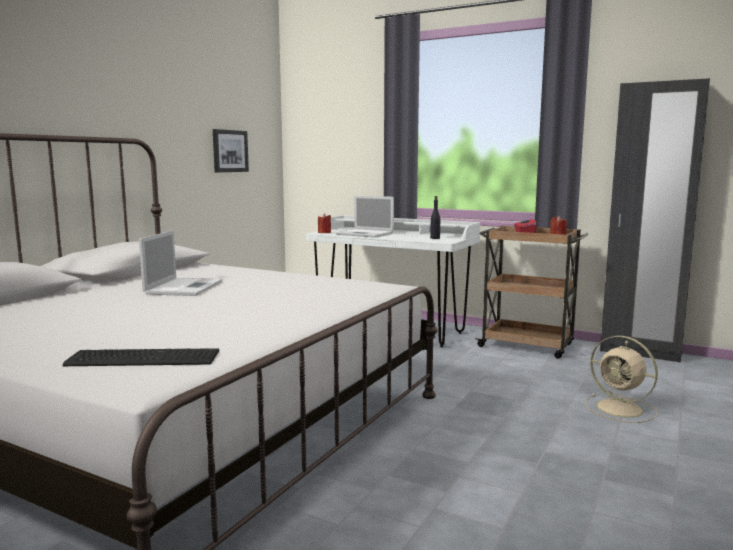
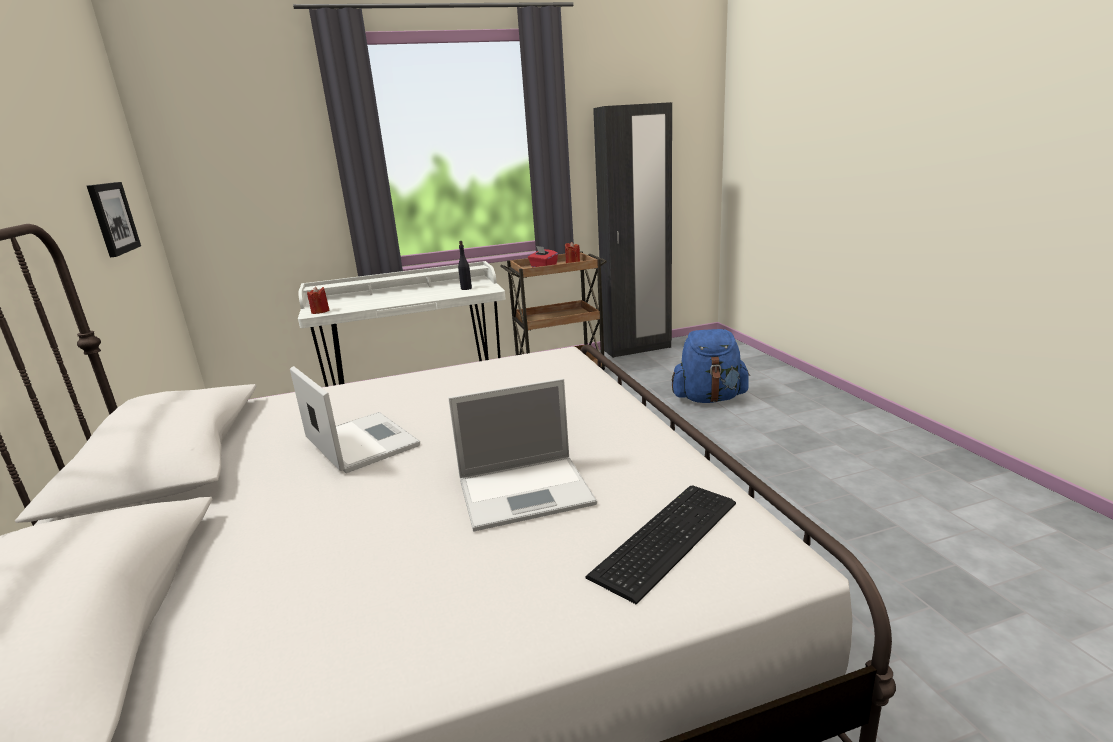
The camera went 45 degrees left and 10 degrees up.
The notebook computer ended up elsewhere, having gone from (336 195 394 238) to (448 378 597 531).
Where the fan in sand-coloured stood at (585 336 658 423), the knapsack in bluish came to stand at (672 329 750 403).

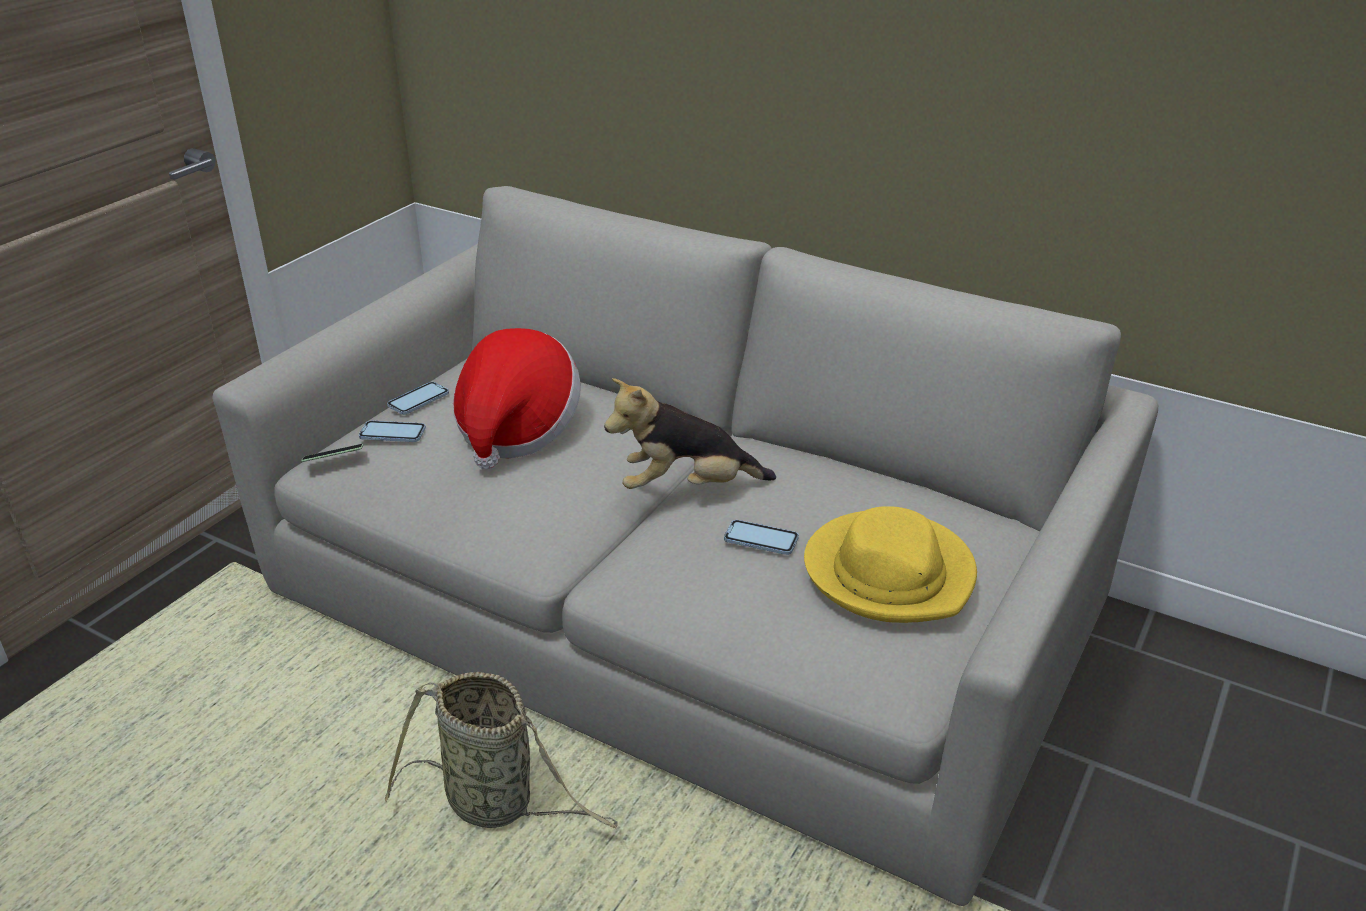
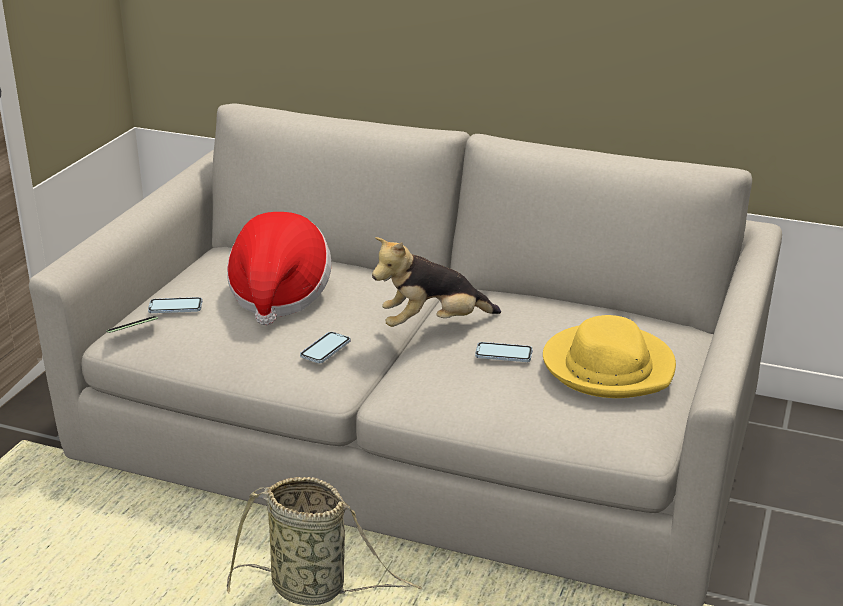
The camera went 10 degrees left and 5 degrees down.
The handset ended up elsewhere, having gone from (387 382 449 415) to (300 332 351 363).

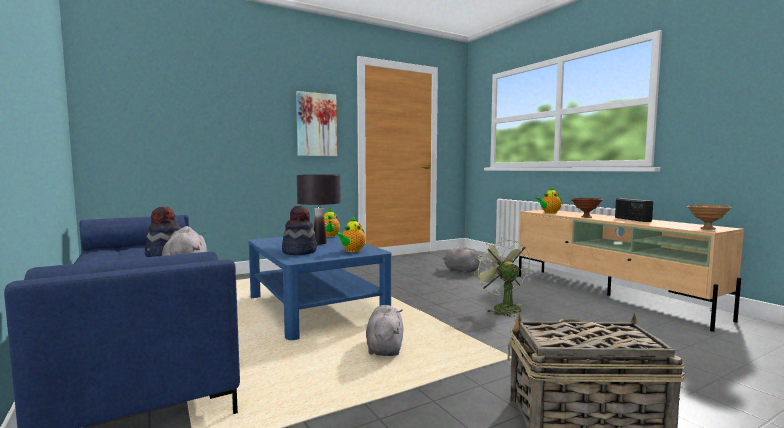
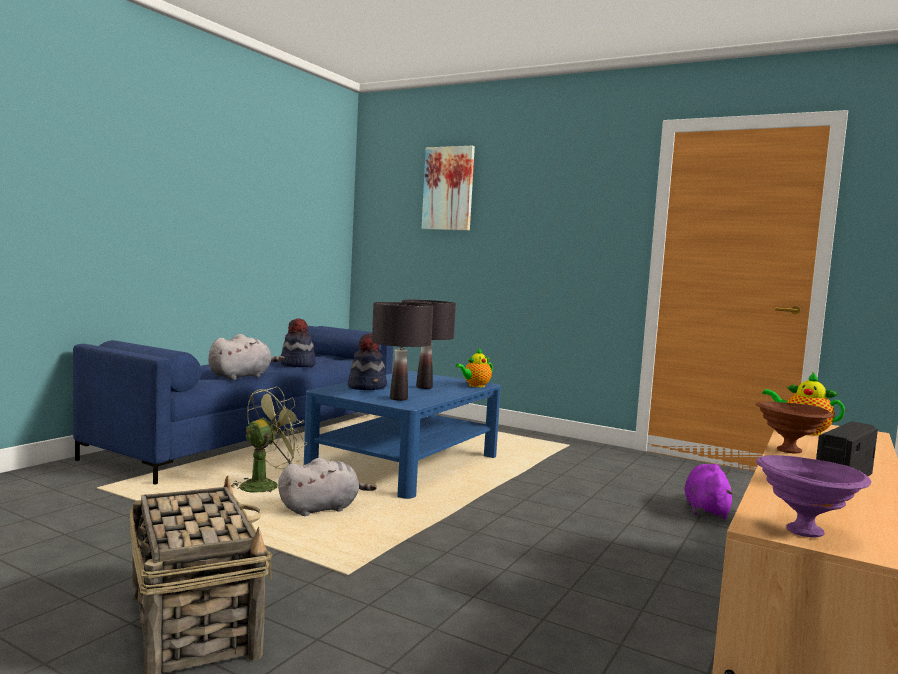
The camera went 60 degrees right and 0 degrees up.
The wall picture ended up elsewhere, having gone from (296 91 337 156) to (422 146 475 231).
What was the serving bowl in brown-coloured at (686 205 732 230) turned into the serving bowl in purple at (756 455 871 537).
Where the pot for tea stood at (335 216 366 252), the tabletop lamp in blackish came to stand at (372 302 433 401).
The fan in green-coloured ended up elsewhere, having gone from (474 237 530 317) to (231 386 307 493).
What was the soft toy in greyish at (443 246 482 274) turned into the soft toy in purple at (684 464 734 519).

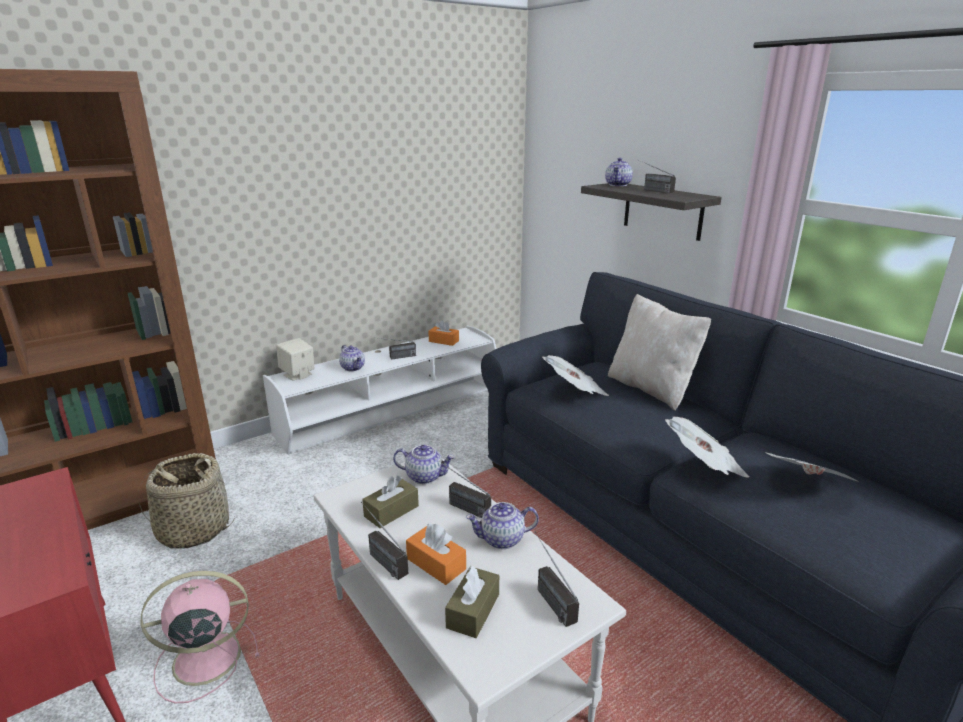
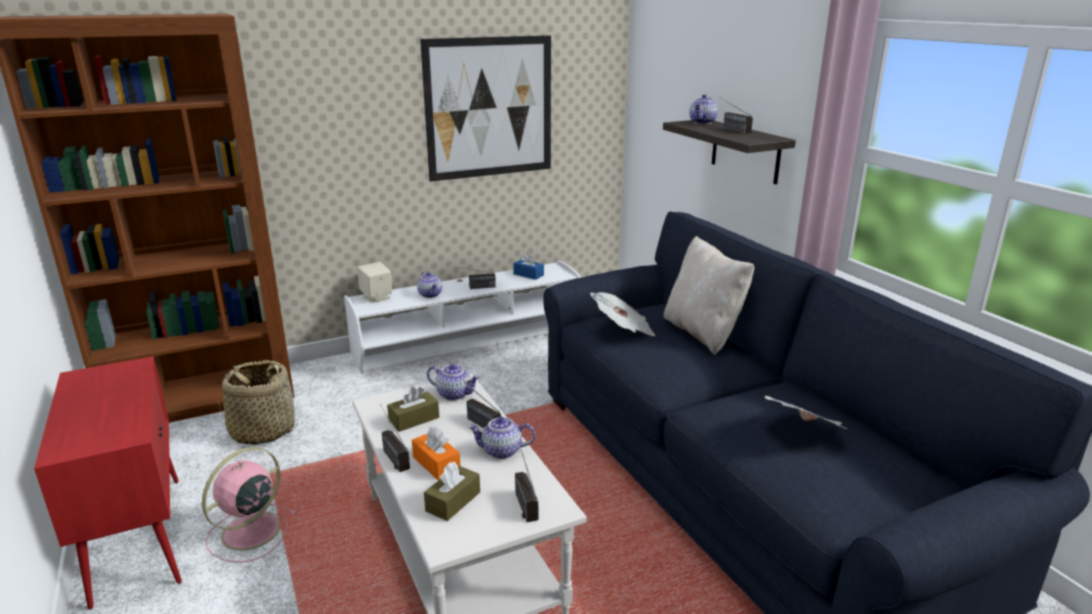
The camera went 10 degrees right and 0 degrees up.
What was the tissue box in orange-coloured at (428 320 459 346) turned into the tissue box in bluish at (513 253 544 280).
The second view lost the printed paper at (665 417 749 478).
The fan in pinkish at (141 571 260 703) ended up facing another way, 45 degrees counterclockwise from before.
The second view gained the wall picture at (420 35 551 182).

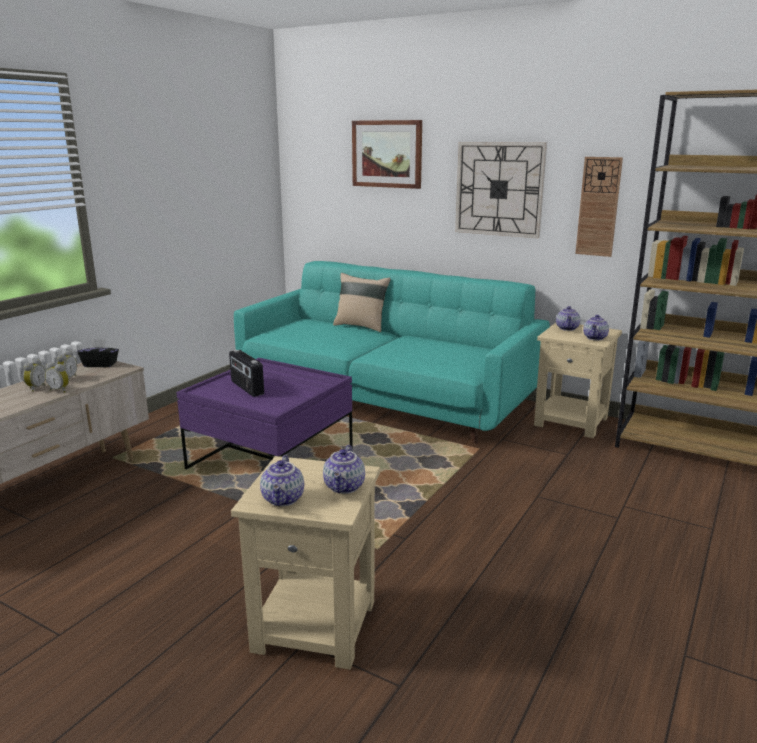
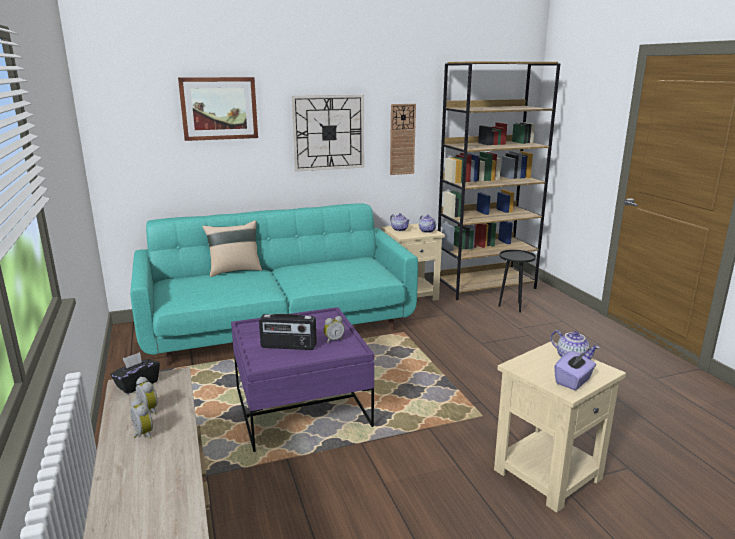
The camera went 50 degrees left and 0 degrees up.
The bedside clock ended up elsewhere, having gone from (45 362 69 393) to (324 316 345 343).
Where the pot for tea stood at (260 455 304 506), the tissue box in purple came to stand at (554 351 596 390).
The second view gained the end table in blackish at (498 250 536 313).

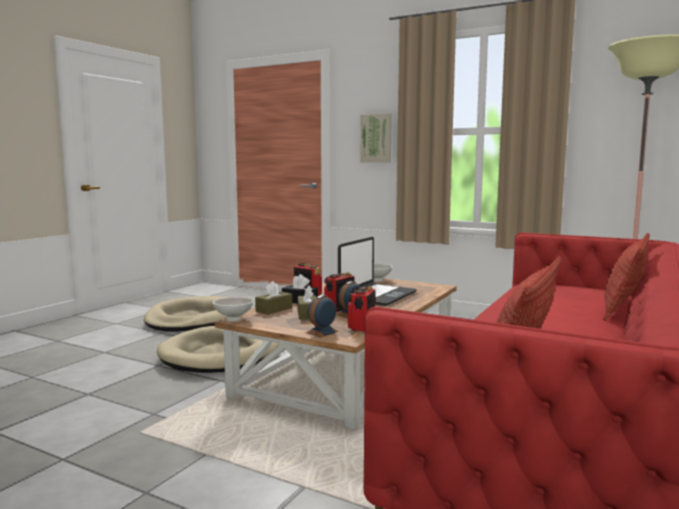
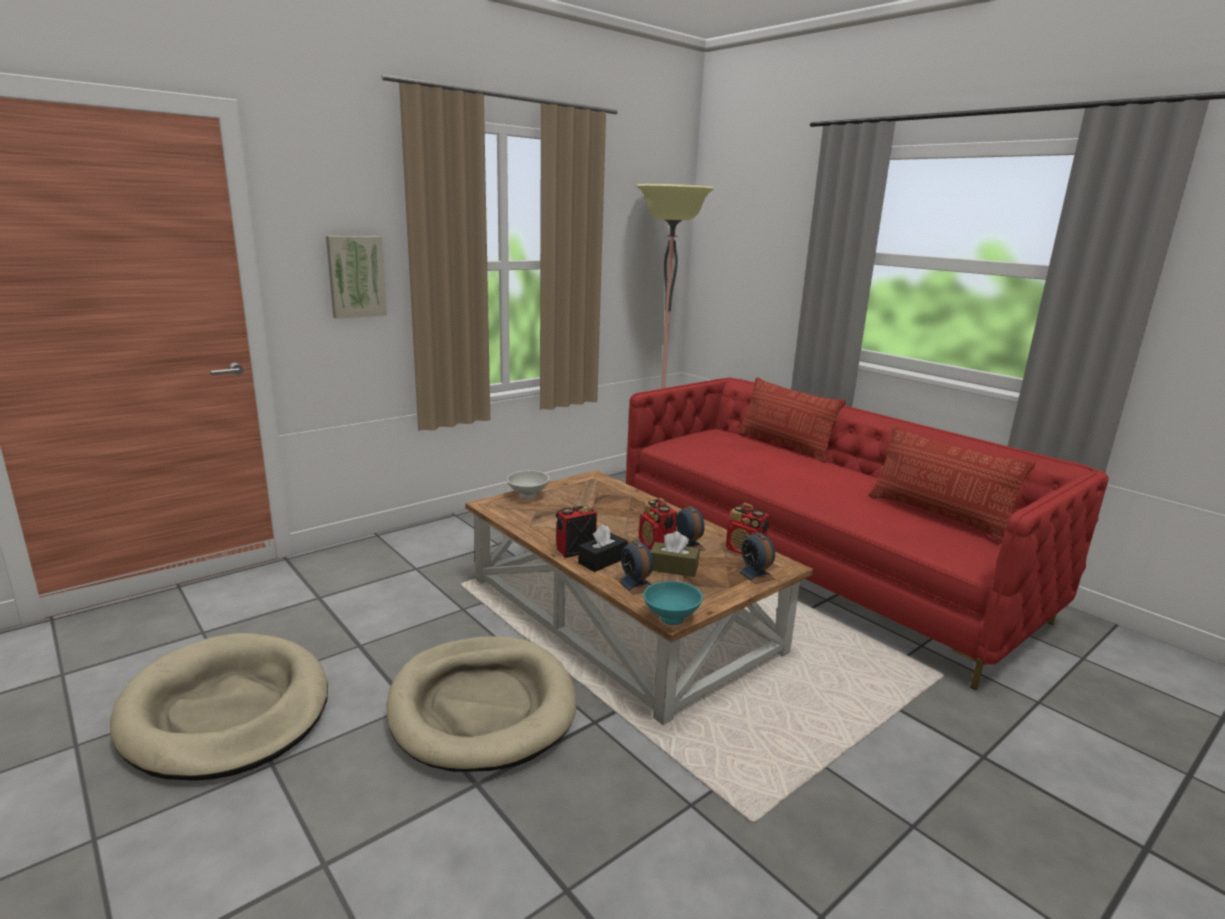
The camera went 70 degrees left and 10 degrees up.
The second view lost the notebook computer at (338 237 417 306).
Where the tissue box in brown-coloured stood at (255 281 292 315), the bedside clock came to stand at (617 540 653 595).
What was the serving bowl in whitish at (212 297 254 322) turned into the serving bowl in blue-green at (643 581 703 625).

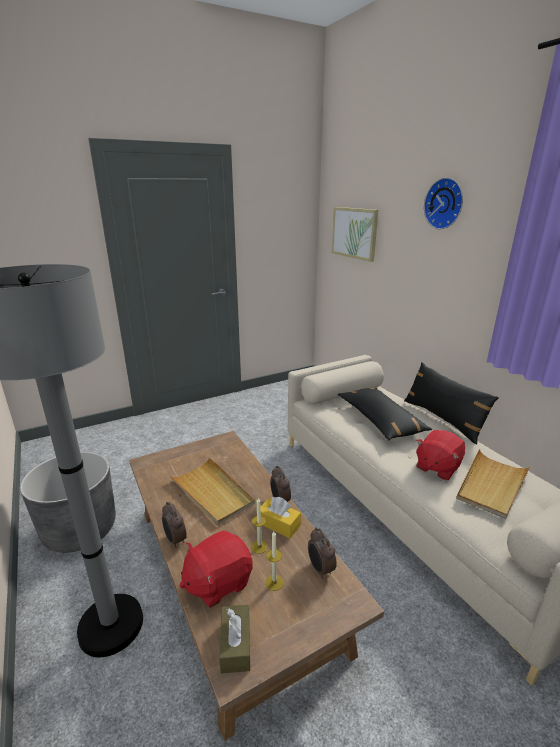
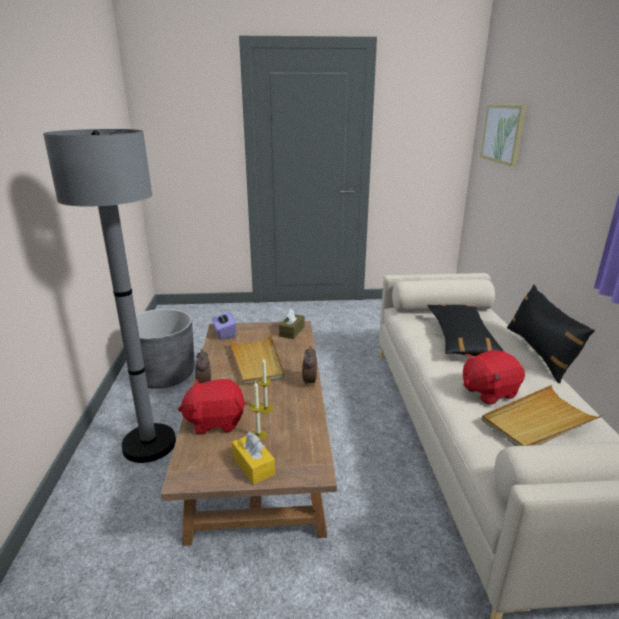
The camera went 25 degrees right and 0 degrees up.
The second view lost the clock on the wall at (424 178 463 229).
The tissue box in yellowish ended up elsewhere, having gone from (260 497 301 538) to (232 432 275 485).
The second view lost the bedside clock at (308 527 337 579).
The tissue box in brown-coloured ended up elsewhere, having gone from (219 605 250 674) to (279 309 304 339).
The second view gained the tissue box in purple at (212 312 236 339).

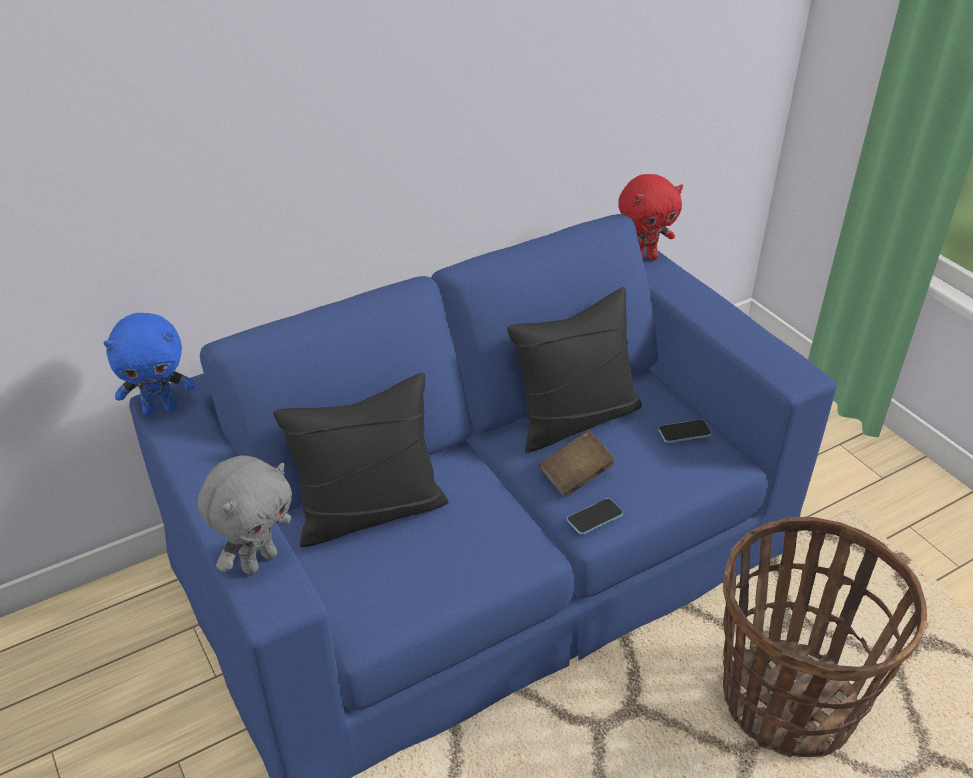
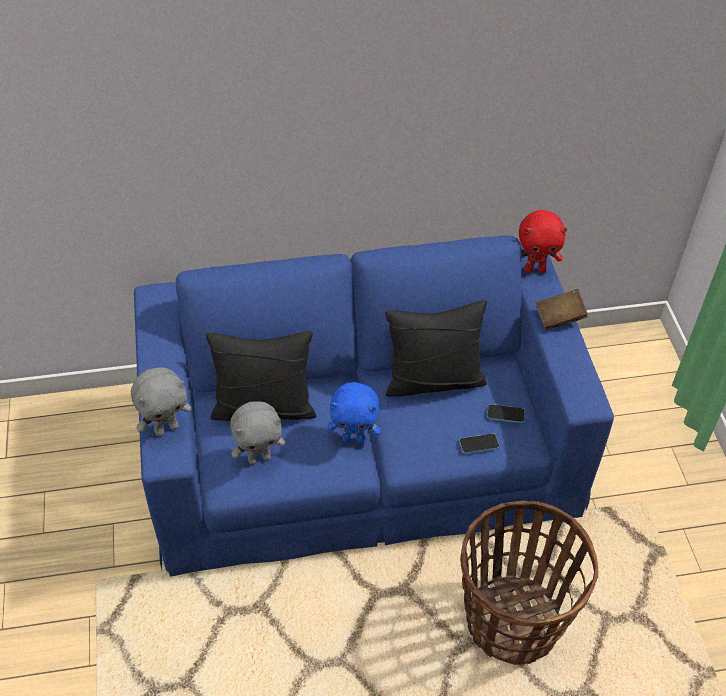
The camera went 20 degrees right and 10 degrees up.
The soft toy in bluish ended up elsewhere, having gone from (103 313 195 415) to (327 382 381 444).
The volume in brown-coloured ended up elsewhere, having gone from (539 430 615 497) to (536 289 588 330).
The handset ended up elsewhere, having gone from (567 498 623 535) to (459 433 499 454).
The second view gained the soft toy in greyish at (230 401 285 464).

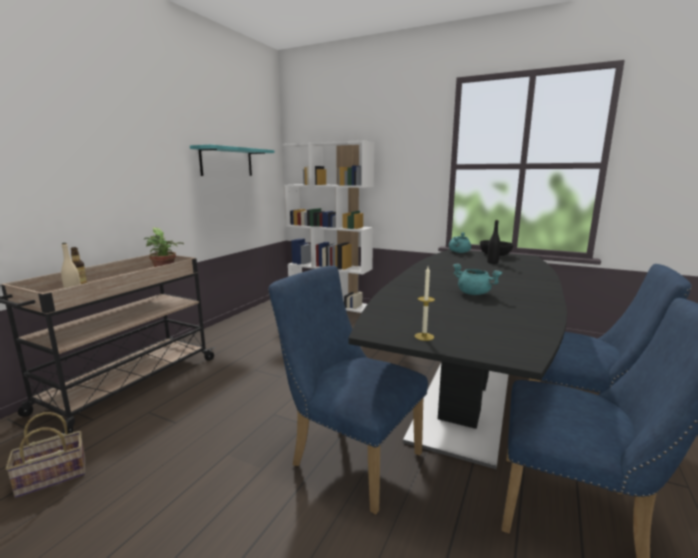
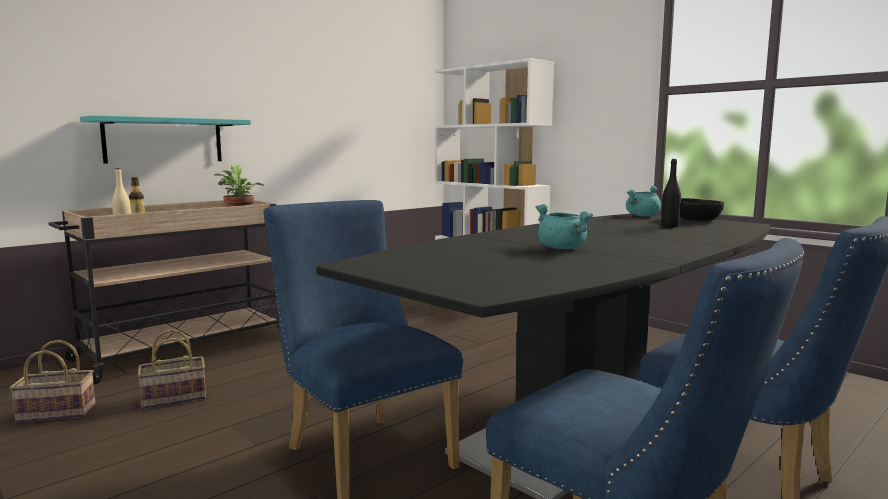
The camera went 20 degrees right and 5 degrees down.
The wall shelf in blue-green ended up elsewhere, having gone from (190 145 275 176) to (80 115 251 163).
The second view lost the candle at (415 267 435 341).
The second view gained the storage basket at (138 329 206 409).

